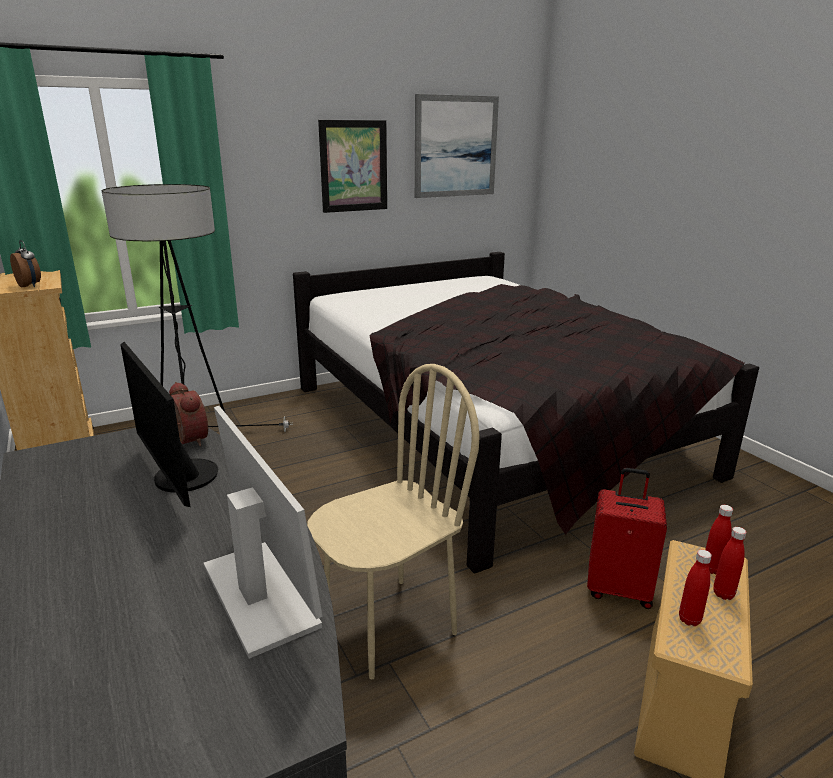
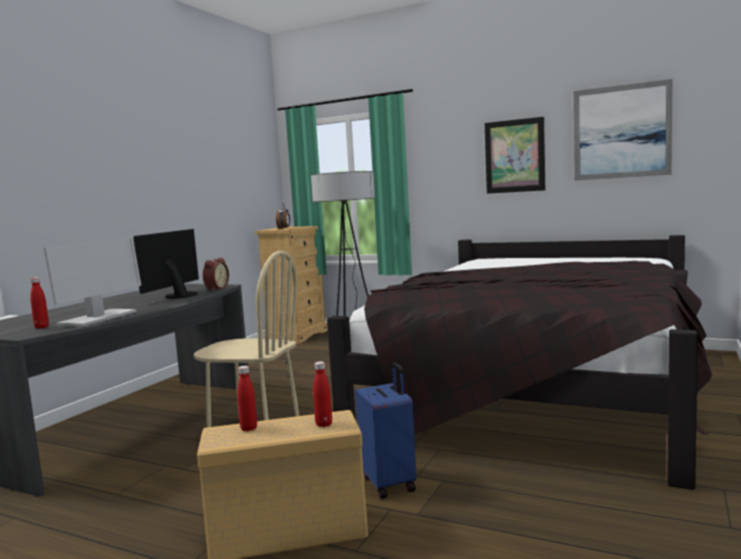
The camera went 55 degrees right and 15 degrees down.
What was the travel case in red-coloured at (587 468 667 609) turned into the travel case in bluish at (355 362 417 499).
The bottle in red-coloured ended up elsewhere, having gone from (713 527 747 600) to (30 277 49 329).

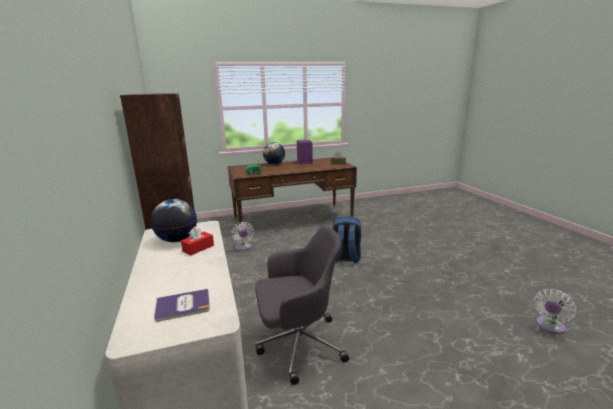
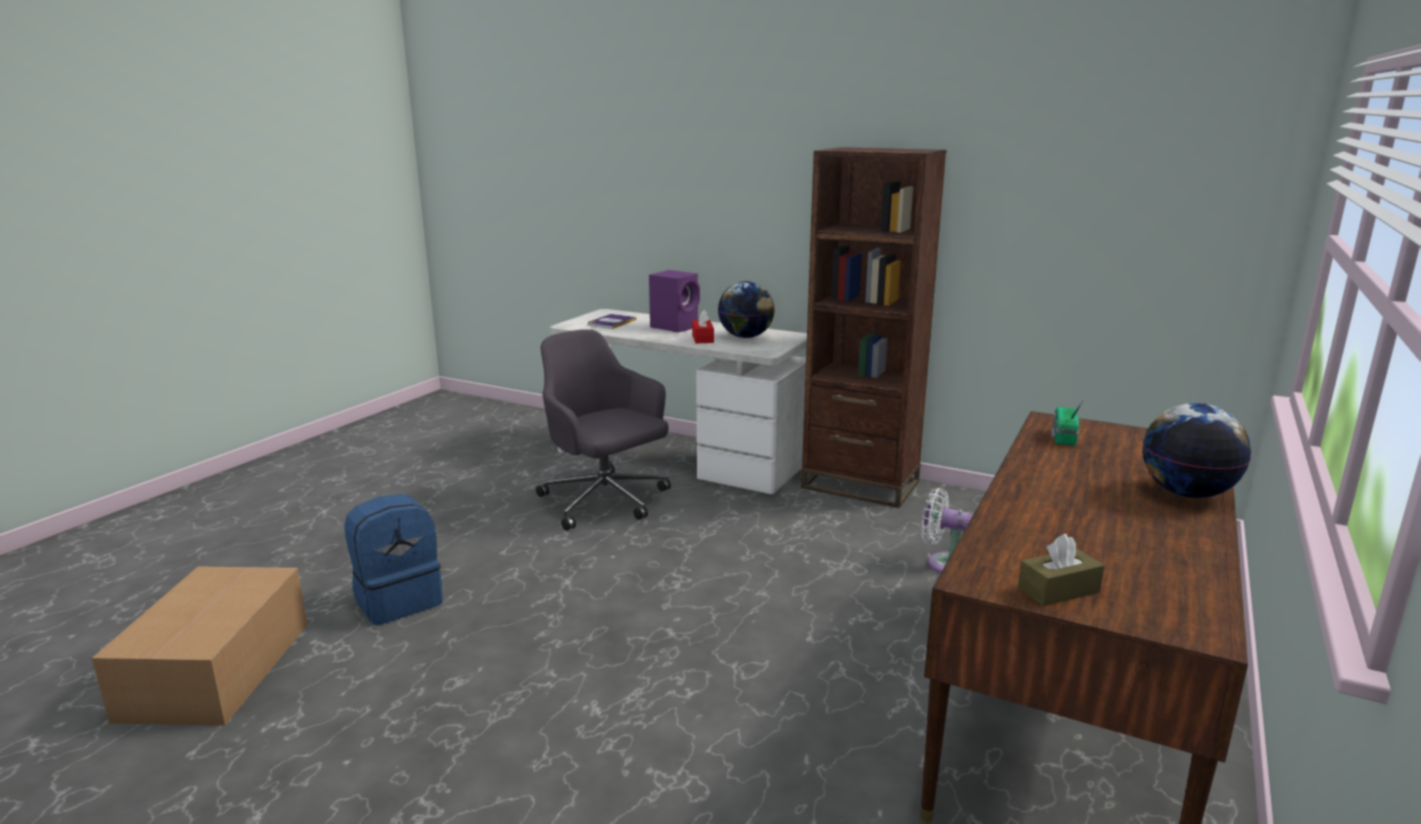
The camera went 135 degrees right and 0 degrees up.
The loudspeaker in purple ended up elsewhere, having gone from (297 140 313 165) to (649 270 700 333).
The knapsack in bluish ended up elsewhere, having gone from (332 216 361 263) to (344 494 443 625).
The office chair in greyish at (255 226 349 385) ended up facing another way, 105 degrees clockwise from before.
Where the fan in whitish stood at (534 289 576 334), the cardboard box came to stand at (92 567 307 726).

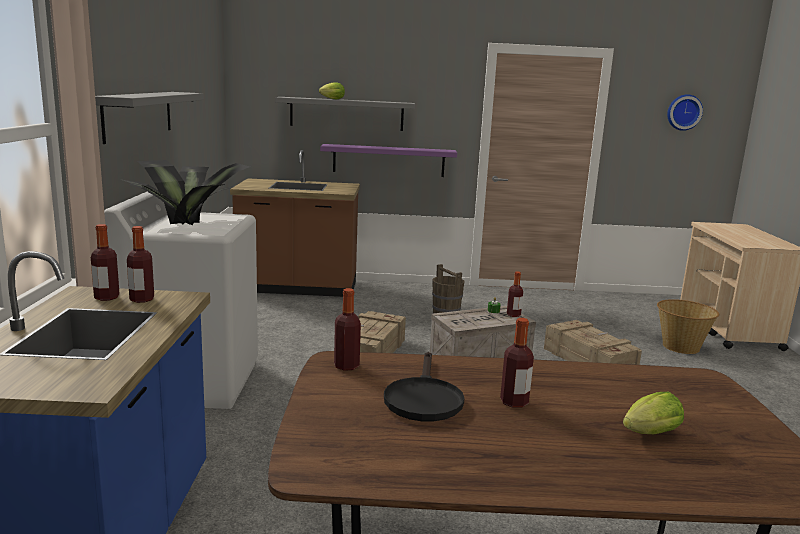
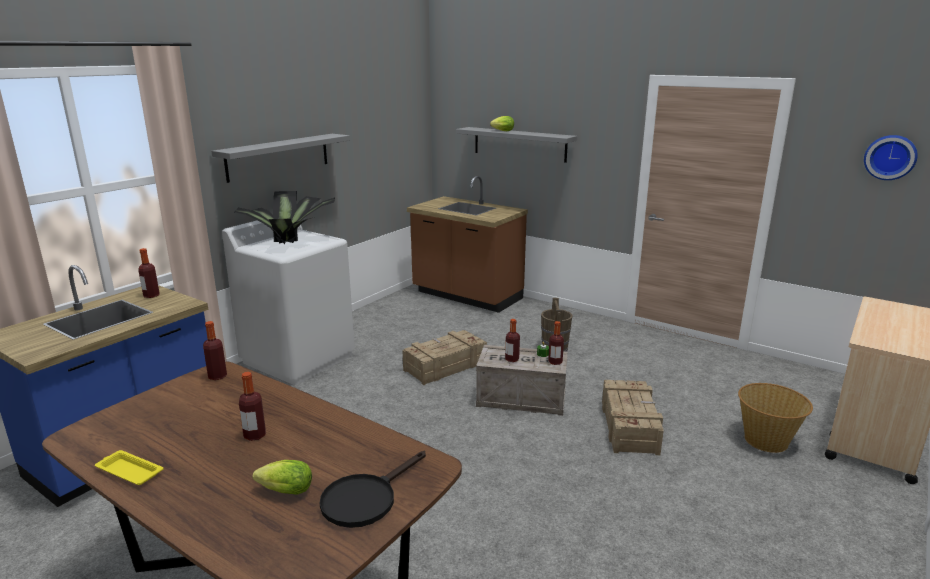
The camera went 35 degrees right and 5 degrees up.
The second view lost the wall shelf in purple at (320 144 457 177).
The bottle ended up elsewhere, having gone from (127 226 154 303) to (505 319 520 362).
The frying pan in blackish ended up elsewhere, having gone from (384 352 464 421) to (320 451 426 528).
The second view gained the tray in yellowish at (95 450 164 485).

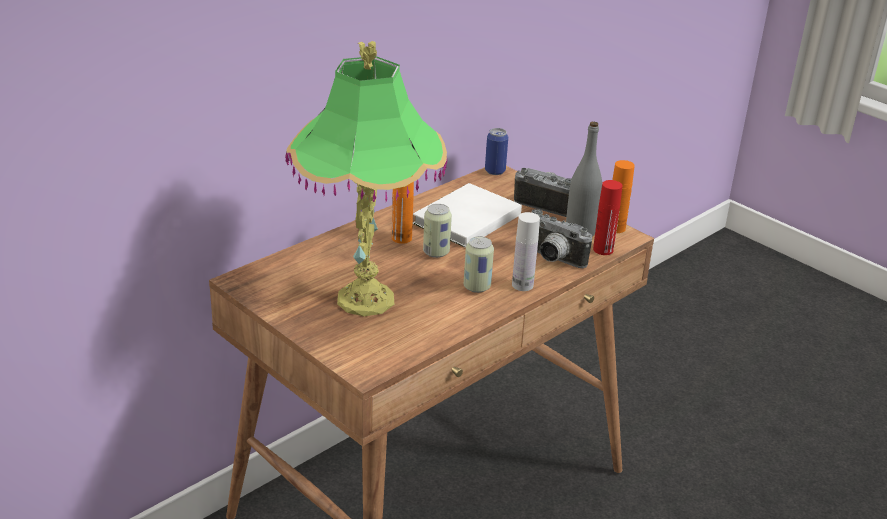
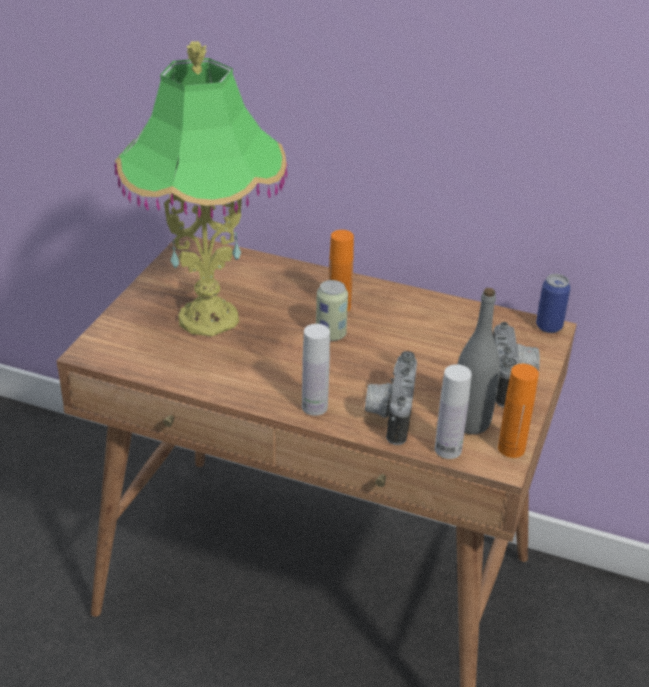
The camera went 65 degrees right and 5 degrees up.
What was the bottle in red-coloured at (593 180 622 255) turned into the bottle in whitish at (435 364 472 459).
The second view lost the volume in whitish at (413 183 522 248).
The second view lost the metal can at (464 236 494 293).

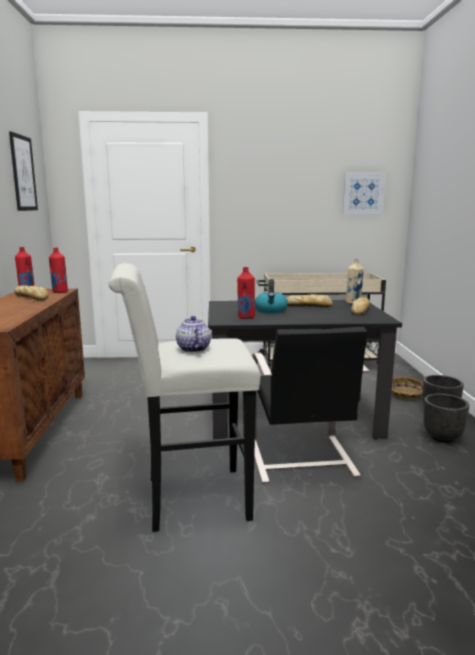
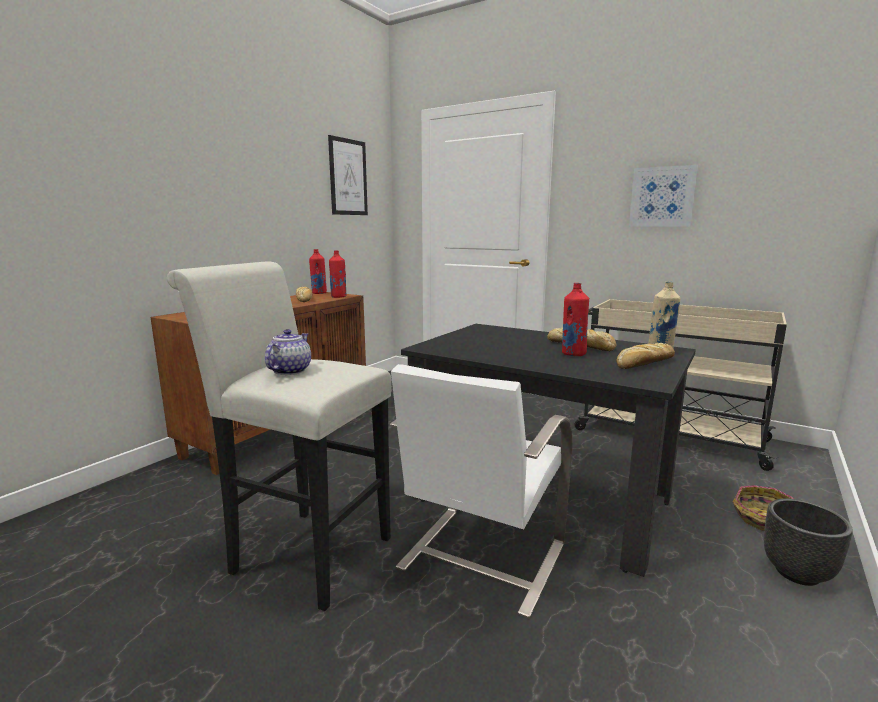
The camera went 35 degrees right and 0 degrees up.
The wall picture ended up elsewhere, having gone from (342 172 386 215) to (629 165 698 227).
The bottle in red-coloured ended up elsewhere, having gone from (237 267 255 319) to (562 283 589 356).
The second view lost the kettle at (255 279 288 313).
What was the upright chair in blackish at (252 327 369 483) turned into the upright chair in whitish at (390 364 573 618).
The second view lost the flower pot in blackish at (423 394 469 443).

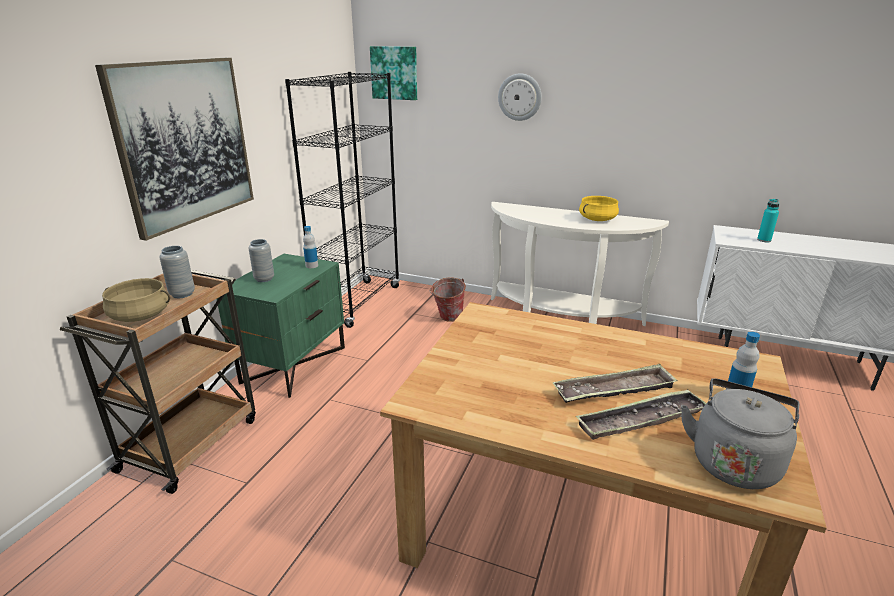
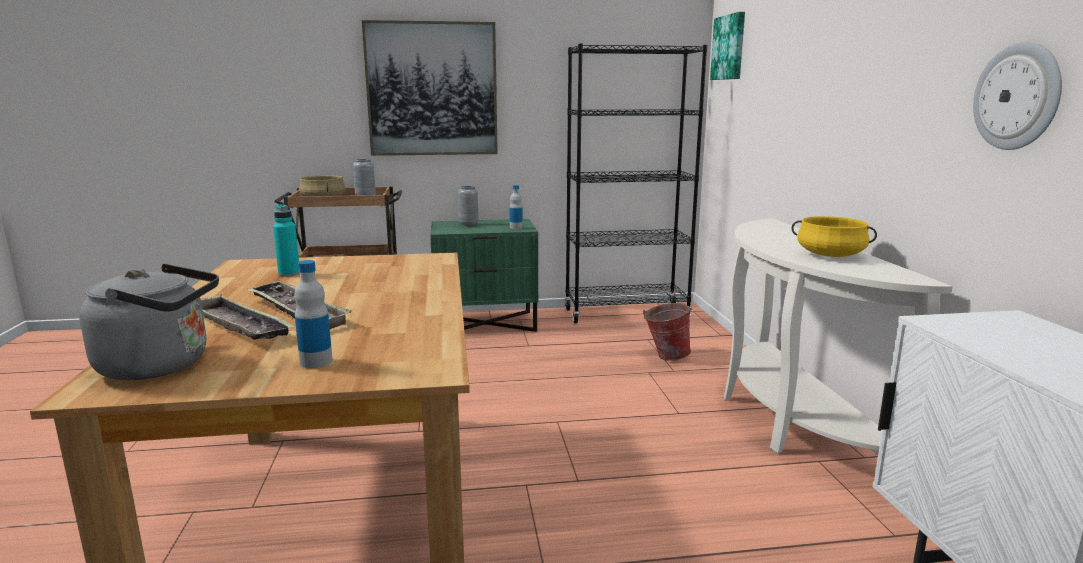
The camera went 60 degrees right and 10 degrees down.
The clock on the wall ended up elsewhere, having gone from (498 74 542 121) to (973 42 1062 150).
The bottle in blue-green ended up elsewhere, having gone from (757 199 779 242) to (273 204 300 277).

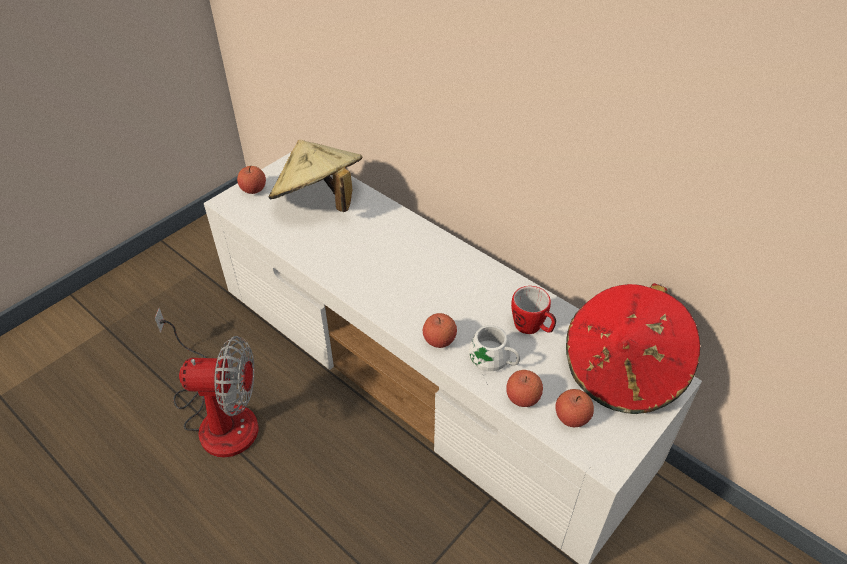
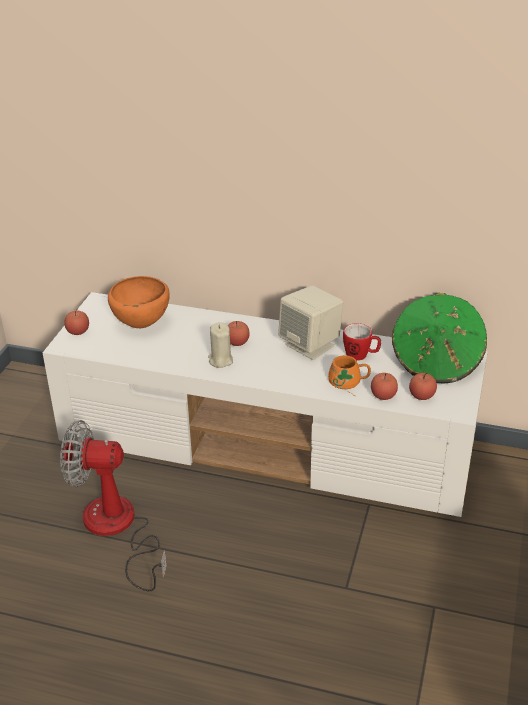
The camera went 25 degrees left and 10 degrees down.
Where the wearable hat in sand-coloured stood at (269 139 362 212), the serving bowl in orange-coloured came to stand at (108 276 170 328).
What was the wearable hat in red-coloured at (566 283 700 414) turned into the wearable hat in green-coloured at (392 293 487 384).
The fan at (155 308 258 458) ended up facing another way, 150 degrees counterclockwise from before.
The apple fruit ended up elsewhere, having gone from (423 313 457 348) to (228 321 250 346).
What was the coffee mug in whitish at (469 325 520 385) turned into the coffee mug in orange-coloured at (328 355 371 396).
The second view gained the loudspeaker in sand-coloured at (278 285 343 360).
The second view gained the candle in sand-coloured at (208 322 233 368).

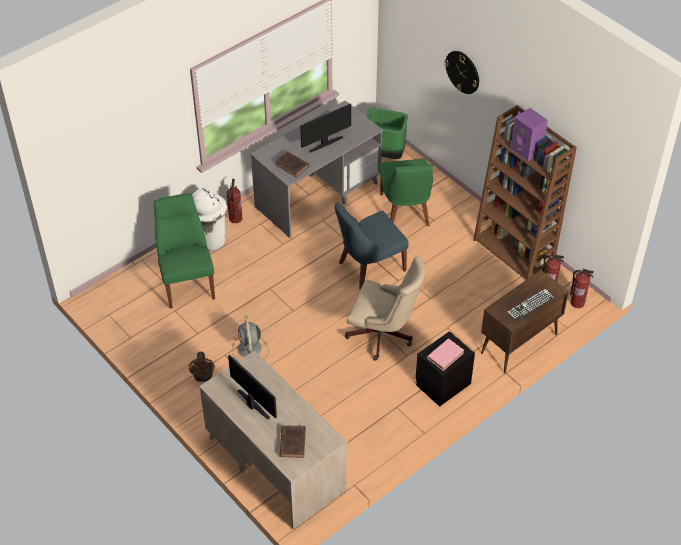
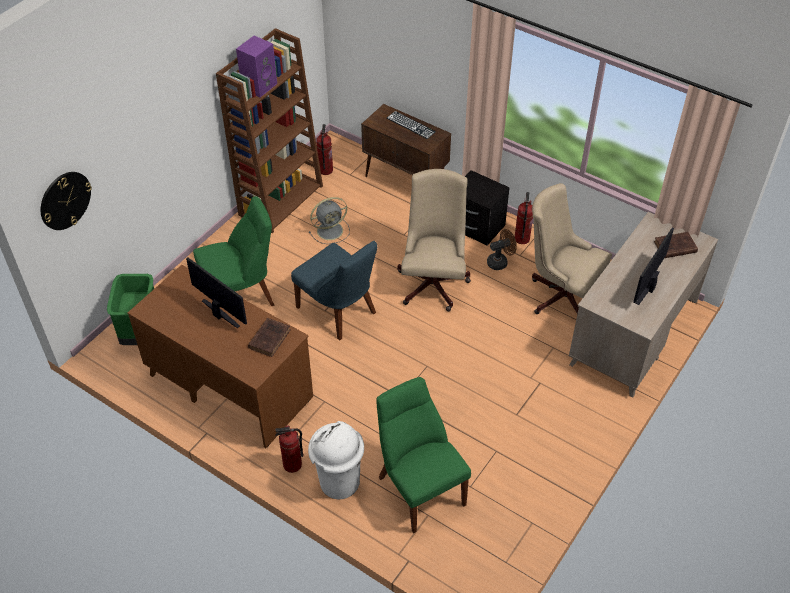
The camera went 105 degrees left and 0 degrees up.
The clock on the wall ended up elsewhere, having gone from (444 51 479 94) to (41 172 92 230).
What was the desk unit in greyish at (250 100 383 238) turned into the desk unit in brown-coloured at (128 265 313 448).
The upright chair in green-coloured at (154 193 215 309) ended up facing another way, 90 degrees clockwise from before.
The extinguisher ended up elsewhere, having gone from (570 269 594 308) to (515 192 533 244).
The fan in greyish ended up elsewhere, having gone from (232 315 269 361) to (309 197 350 244).
The second view lost the volume in pinkish at (427 338 464 371).
The fan in brown-coloured ended up elsewhere, having gone from (189 352 215 382) to (487 229 517 270).
The second view gained the office chair in sand-coloured at (532 183 612 314).

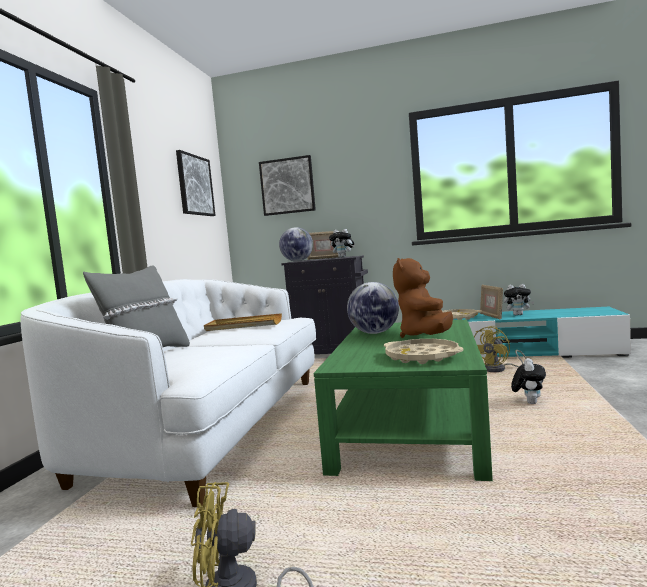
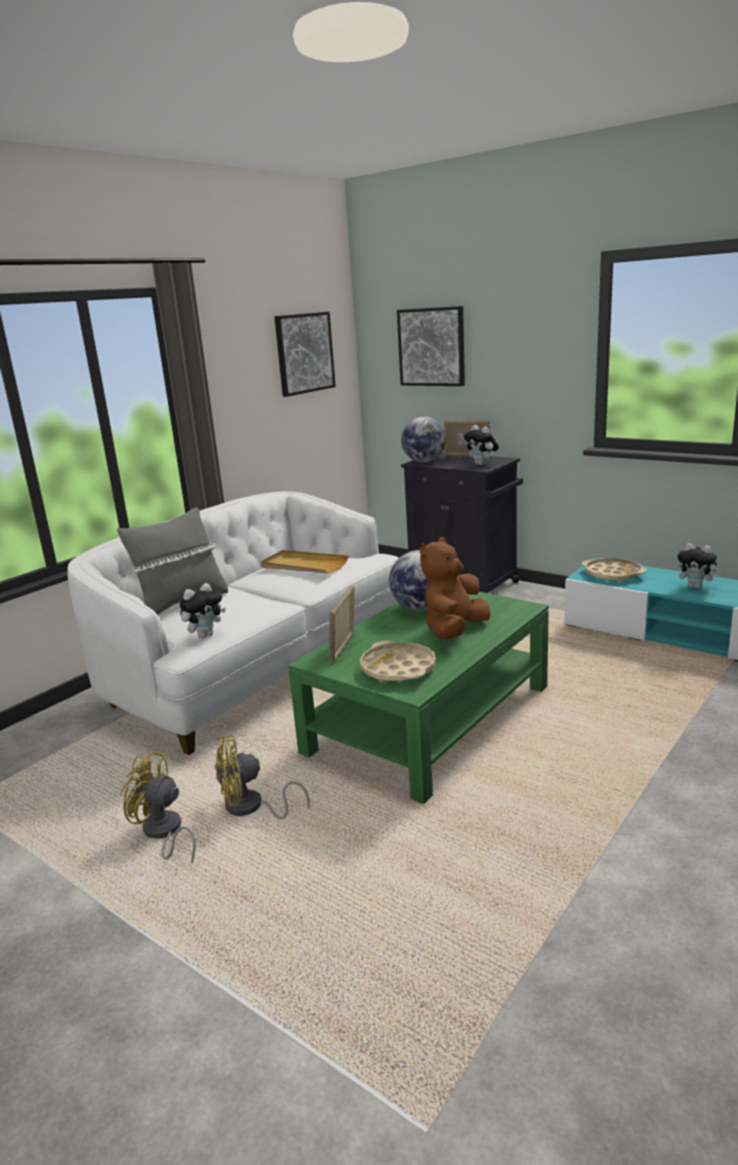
The camera went 25 degrees right and 15 degrees up.
The picture frame ended up elsewhere, having gone from (480 285 503 319) to (329 585 355 663).
The fan in yellowish ended up elsewhere, having gone from (474 326 527 372) to (215 735 309 819).
The soft toy ended up elsewhere, having gone from (511 358 546 404) to (180 583 225 638).

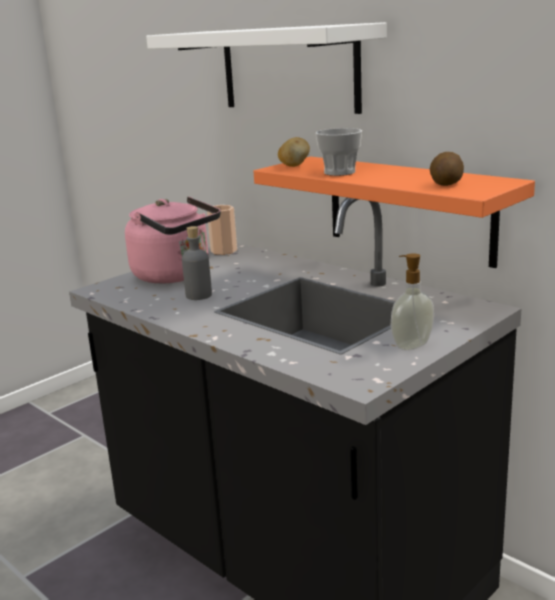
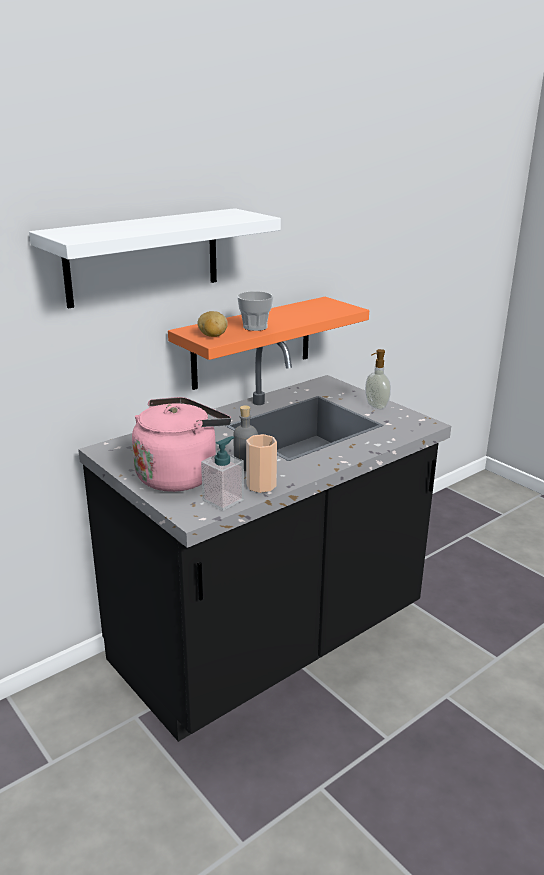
The camera went 85 degrees left and 5 degrees up.
The second view lost the whole potato at (430 152 464 186).
The small cup ended up elsewhere, having gone from (207 205 237 255) to (246 434 277 493).
The second view gained the liquid soap bottle at (201 436 244 511).

